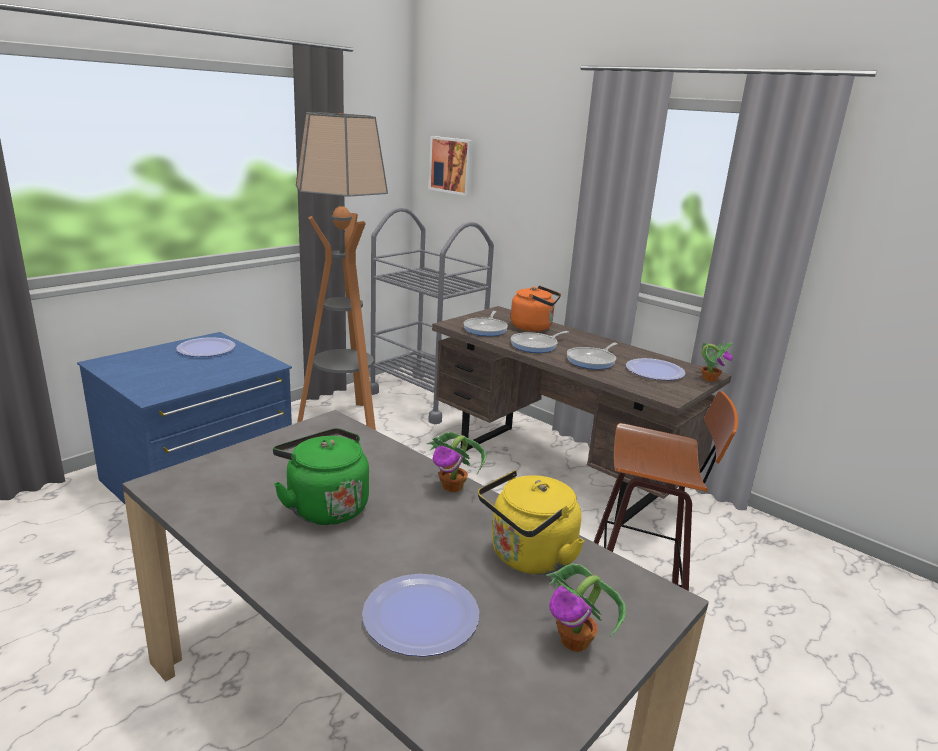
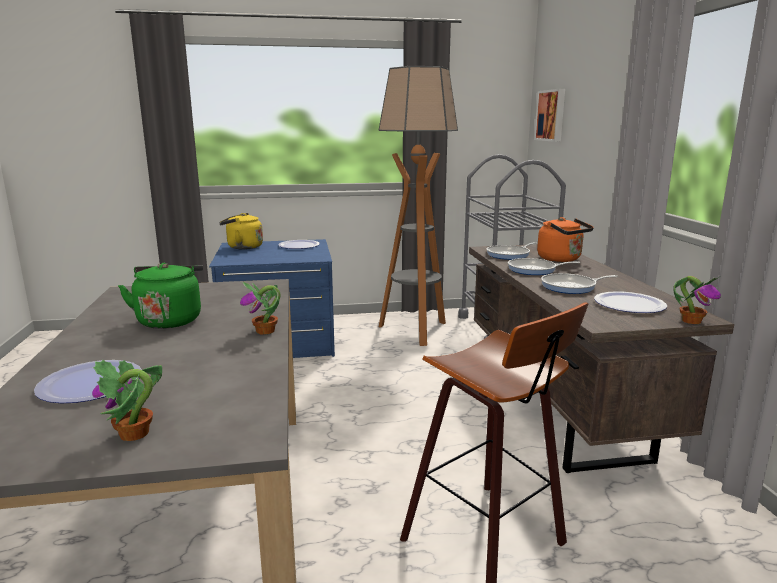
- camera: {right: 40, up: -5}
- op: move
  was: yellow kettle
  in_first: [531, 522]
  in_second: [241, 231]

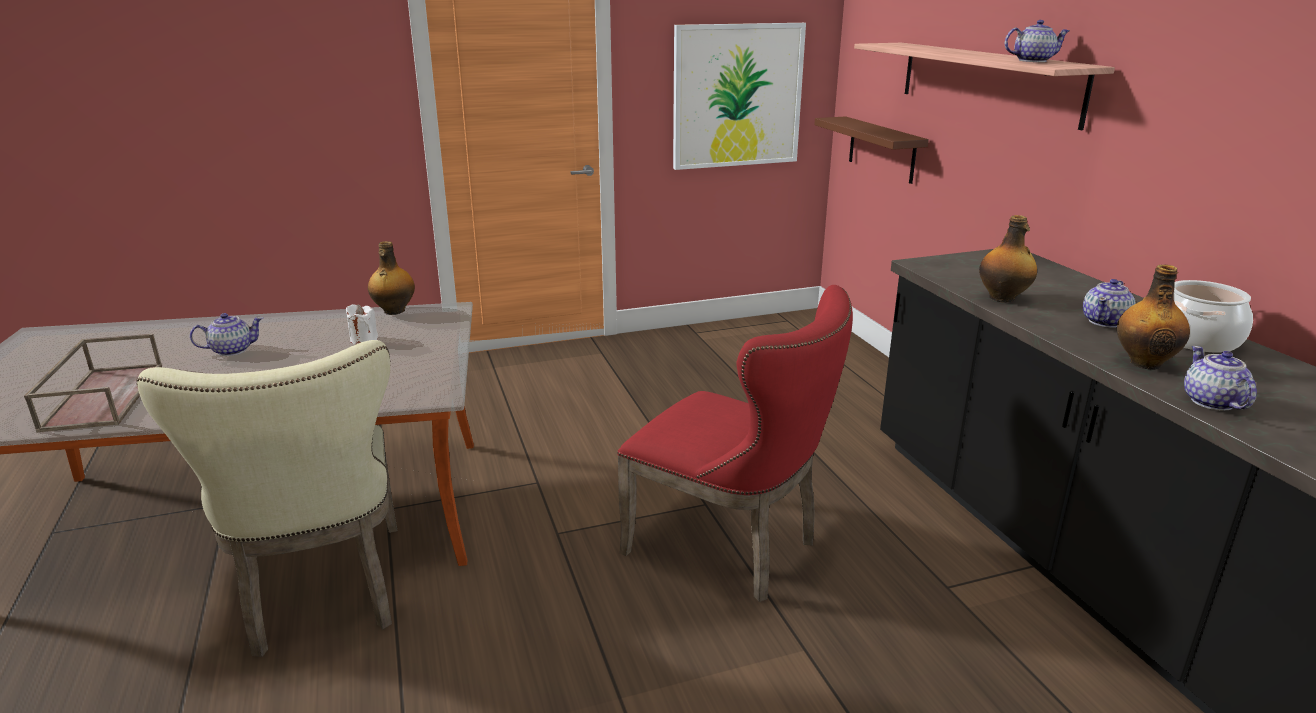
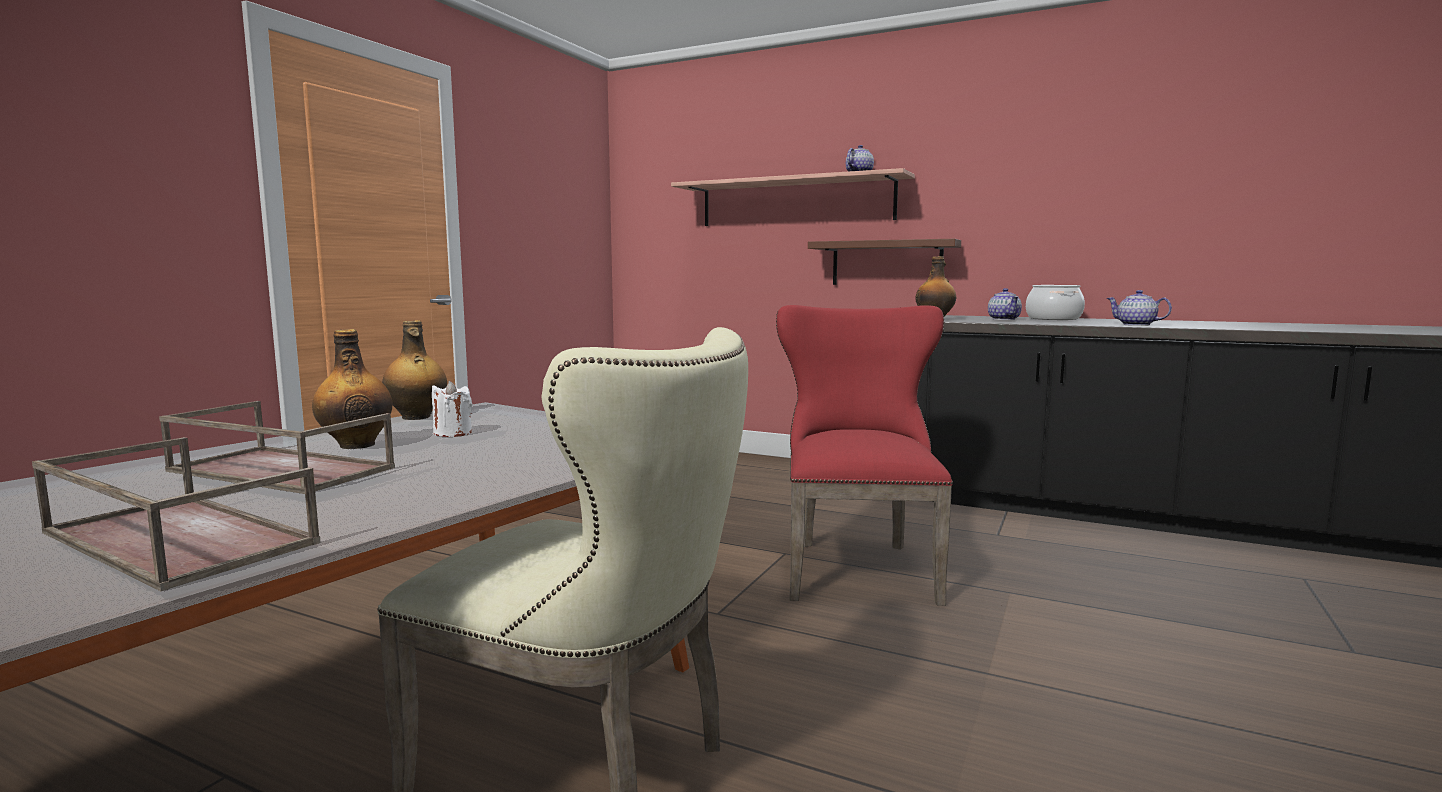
- camera: {right: -45, up: -15}
- op: replace
  was: teapot
  now: brown tray
  in_first: [226, 334]
  in_second: [277, 447]
- op: rotate
  was: red chair
  in_first: [735, 443]
  in_second: [864, 455]
  clockwise: -75
- op: delete
  was: picture
  in_first: [739, 96]
- op: move
  was: brown shelf
  in_first: [871, 150]
  in_second: [884, 262]
- op: move
  was: bottle
  in_first: [1153, 317]
  in_second: [352, 389]

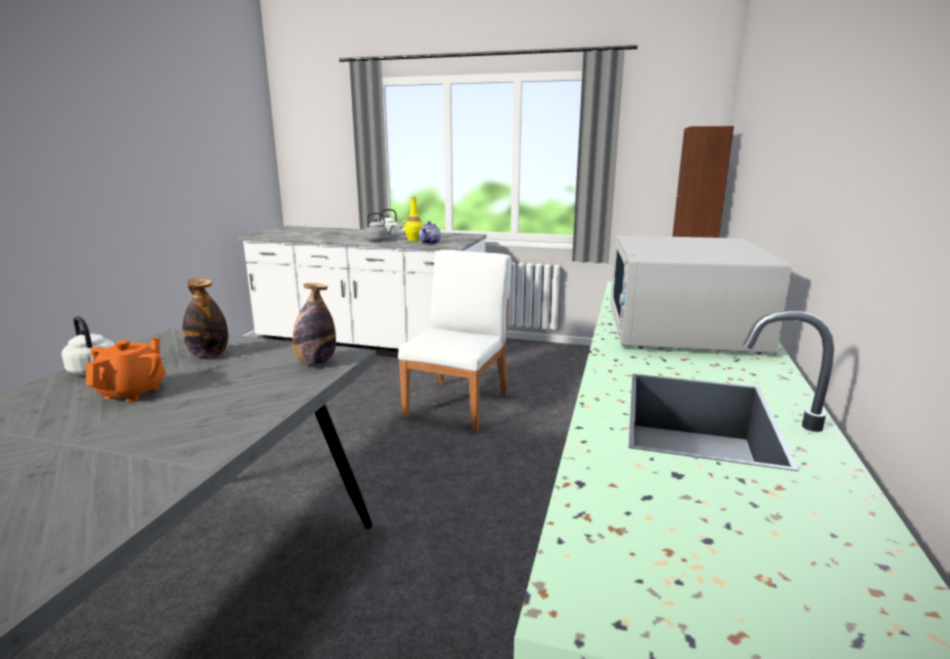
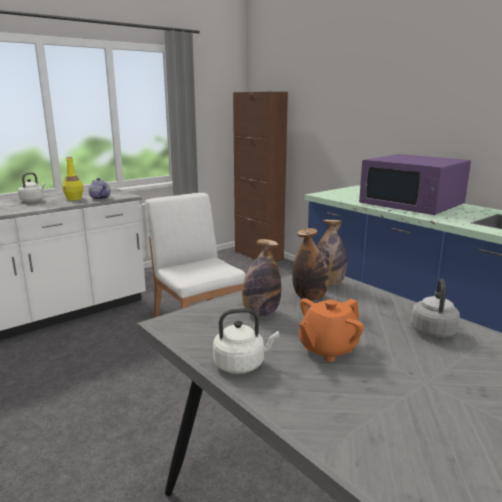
- camera: {right: -55, up: 0}
- op: rotate
  was: orange teapot
  in_first: [125, 370]
  in_second: [331, 330]
  clockwise: -90
- op: move
  was: grey kettle
  in_first: [379, 227]
  in_second: [435, 308]
- op: recolor
  was: white microwave
  now: purple microwave
  in_first: [701, 294]
  in_second: [415, 184]
- op: insert
  now: bottle
  in_second: [310, 264]

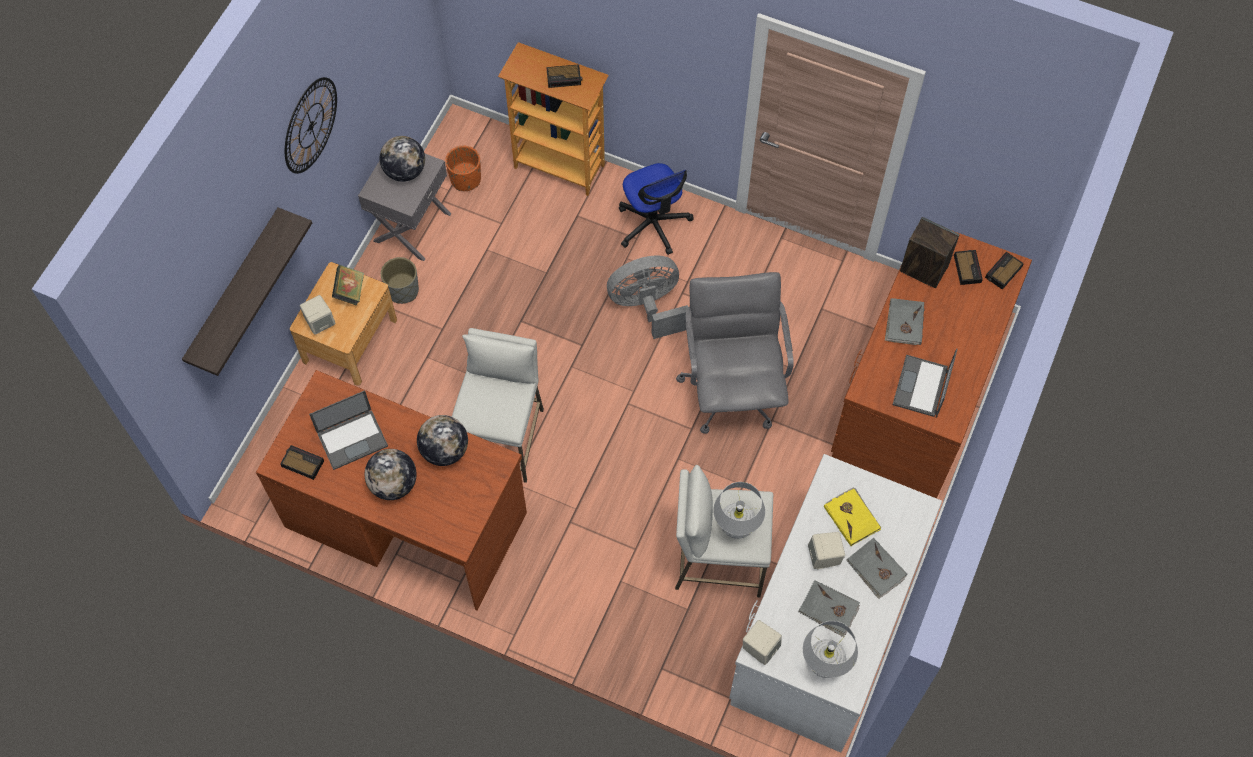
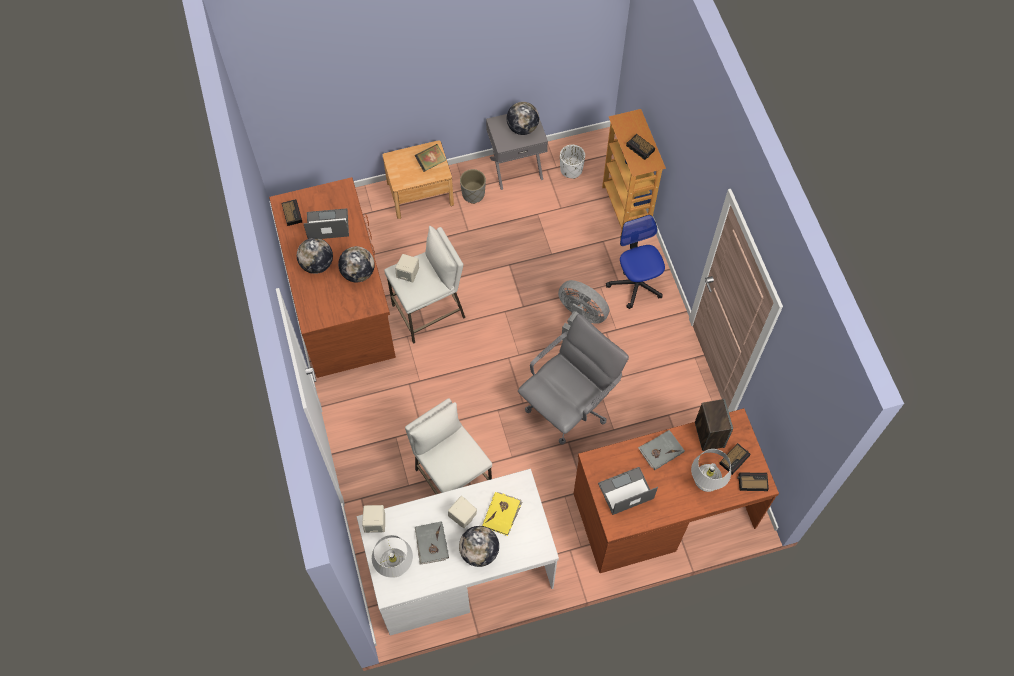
- camera: {right: 50, up: 0}
- op: delete
  was: shelf
  in_first: [247, 291]
- op: delete
  was: wall clock
  in_first: [311, 125]
- op: move
  was: beige speaker
  in_first: [317, 315]
  in_second: [407, 268]
- op: rotate
  was: laptop
  in_first: [348, 430]
  in_second: [326, 223]
  clockwise: 150
- op: recolor
  was: orange planter
  now: white planter
  in_first: [463, 168]
  in_second: [572, 162]
- op: rotate
  was: office chair
  in_first: [656, 209]
  in_second: [635, 262]
  clockwise: 135
- op: move
  was: white table lamp
  in_first: [739, 510]
  in_second: [711, 470]
- op: replace
  was: grey book
  now: globe
  in_first: [876, 568]
  in_second: [479, 546]

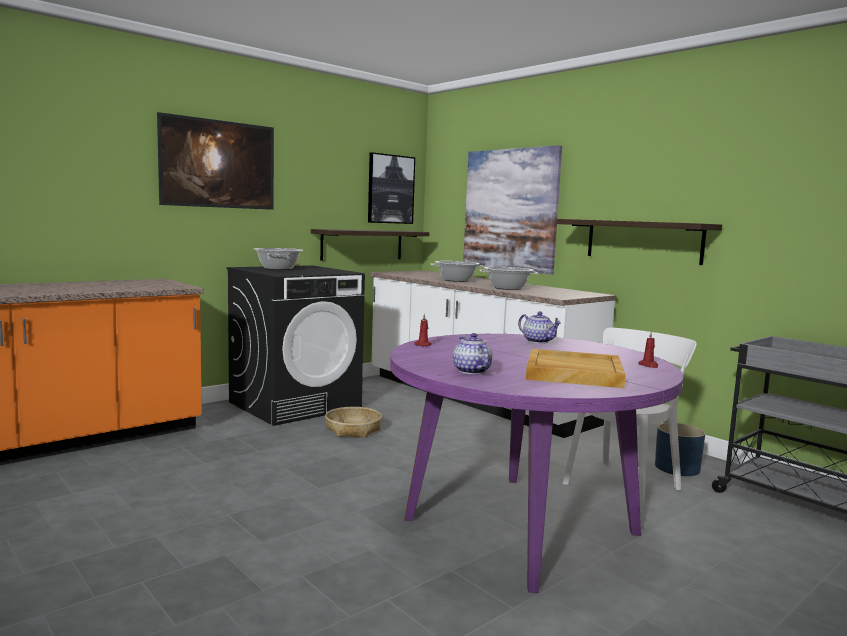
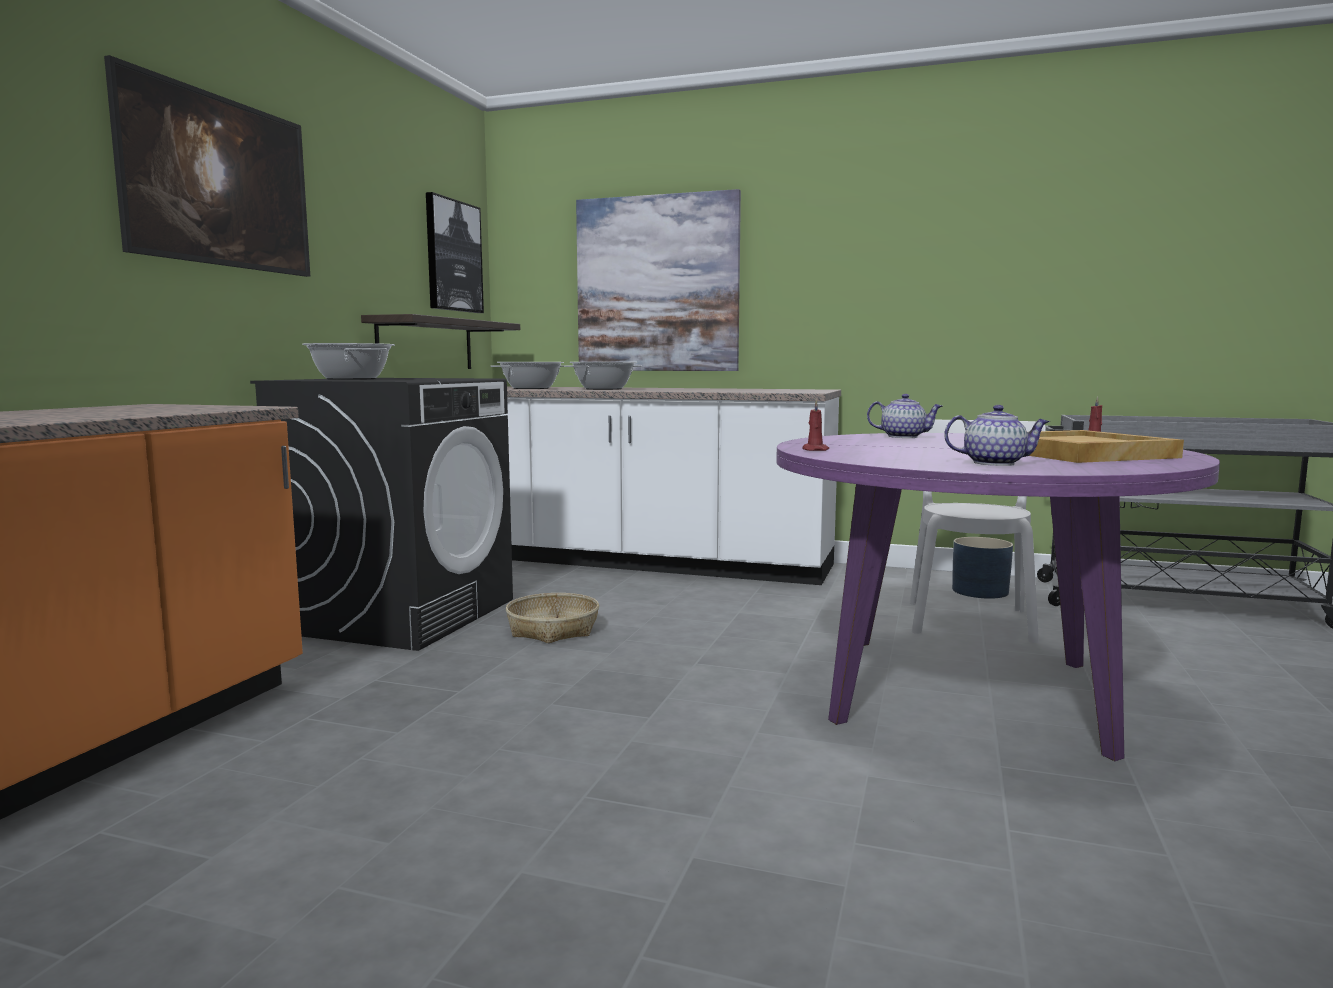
- camera: {right: -30, up: 0}
- op: rotate
  was: teapot
  in_first: [472, 353]
  in_second: [997, 435]
  clockwise: 150
- op: move
  was: cooking pot
  in_first: [509, 278]
  in_second: [530, 375]
- op: delete
  was: shelf
  in_first: [639, 242]

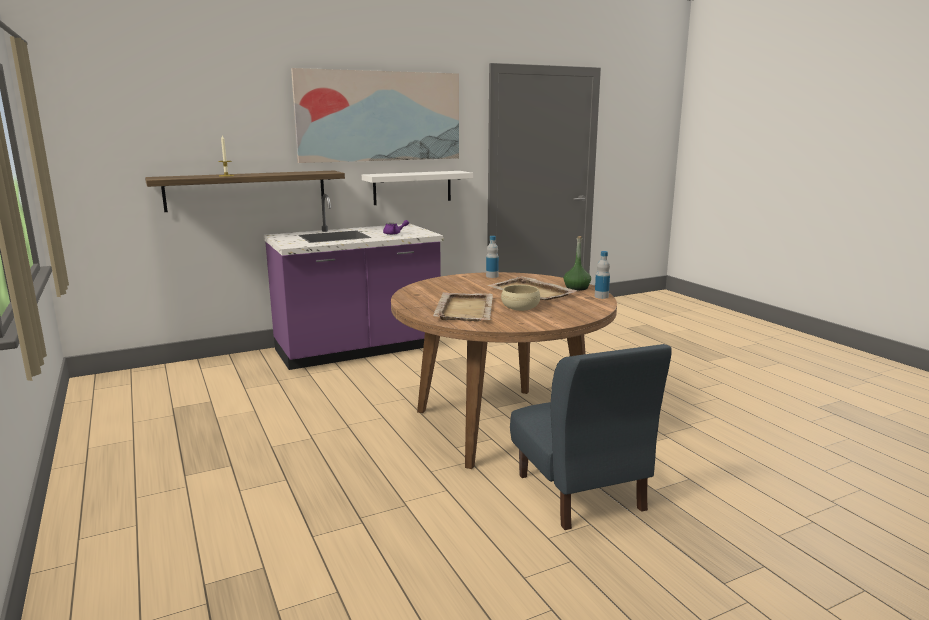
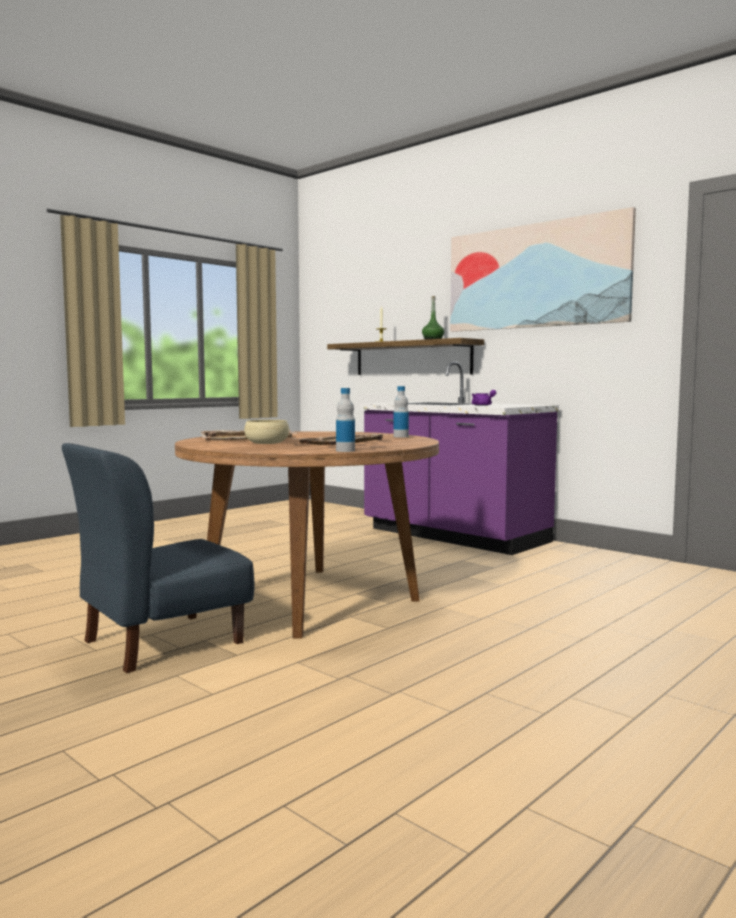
- camera: {right: 70, up: -10}
- op: delete
  was: white shelf
  in_first: [417, 188]
- op: move
  was: green bottle
  in_first: [577, 263]
  in_second: [433, 317]

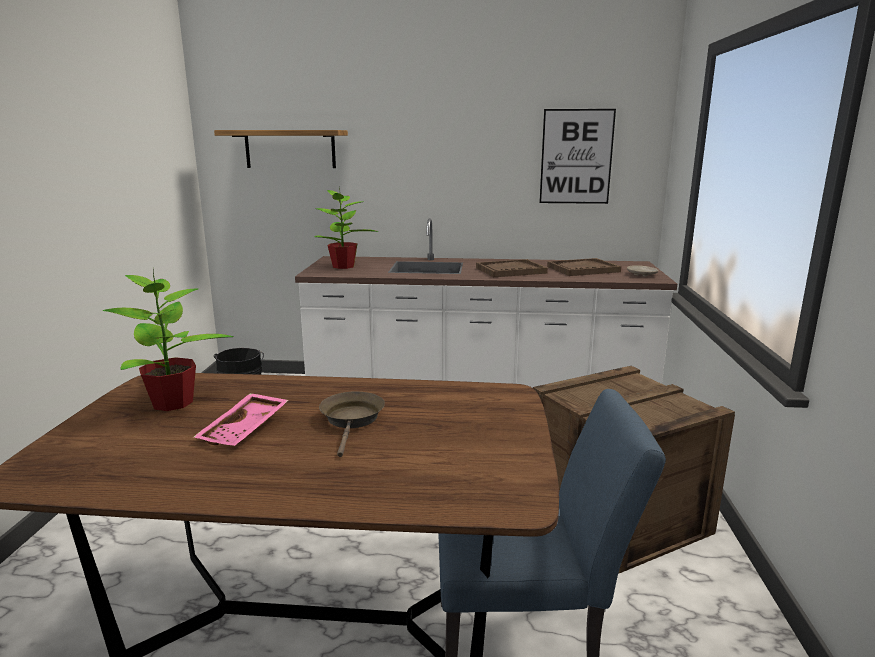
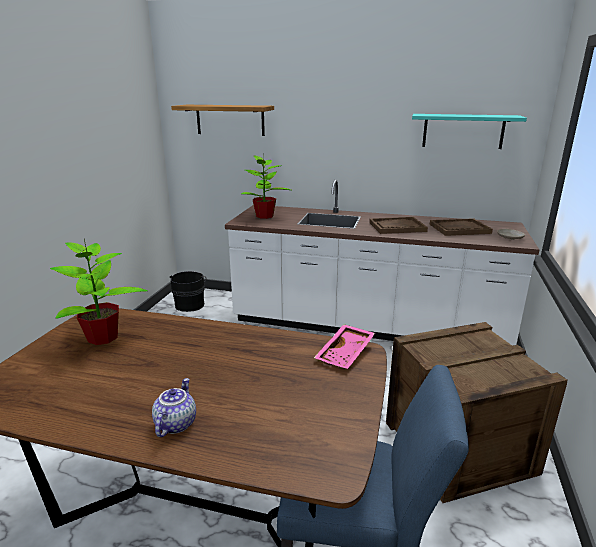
- camera: {right: 10, up: 5}
- op: move
  was: pink tray
  in_first: [241, 419]
  in_second: [344, 346]
- op: delete
  was: brown frying pan
  in_first: [352, 424]
- op: replace
  was: picture
  now: turquoise shelf
  in_first: [577, 156]
  in_second: [469, 131]
- op: insert
  now: teapot
  in_second: [174, 407]

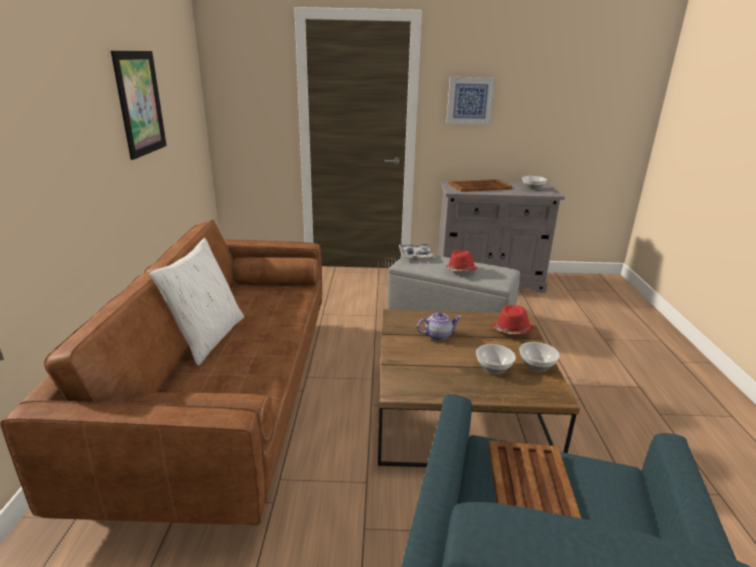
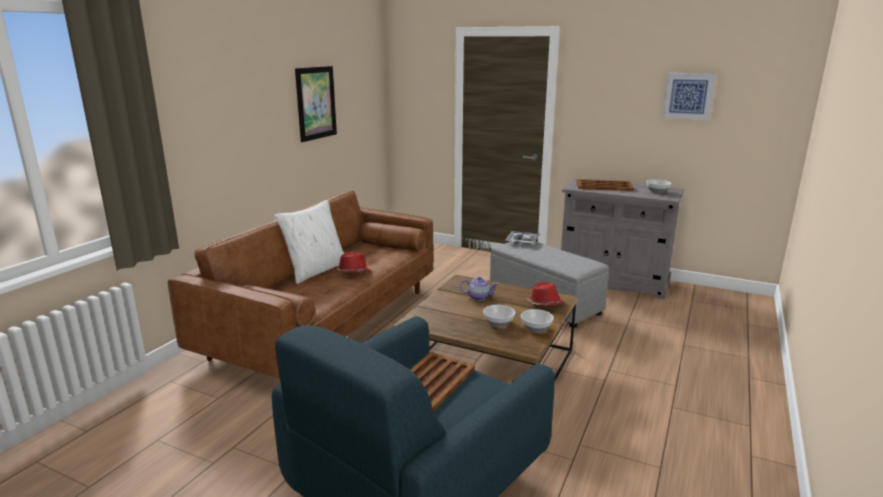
- camera: {right: 25, up: -5}
- op: move
  was: red hat
  in_first: [461, 260]
  in_second: [354, 262]
- op: move
  was: picture
  in_first: [470, 101]
  in_second: [689, 96]

